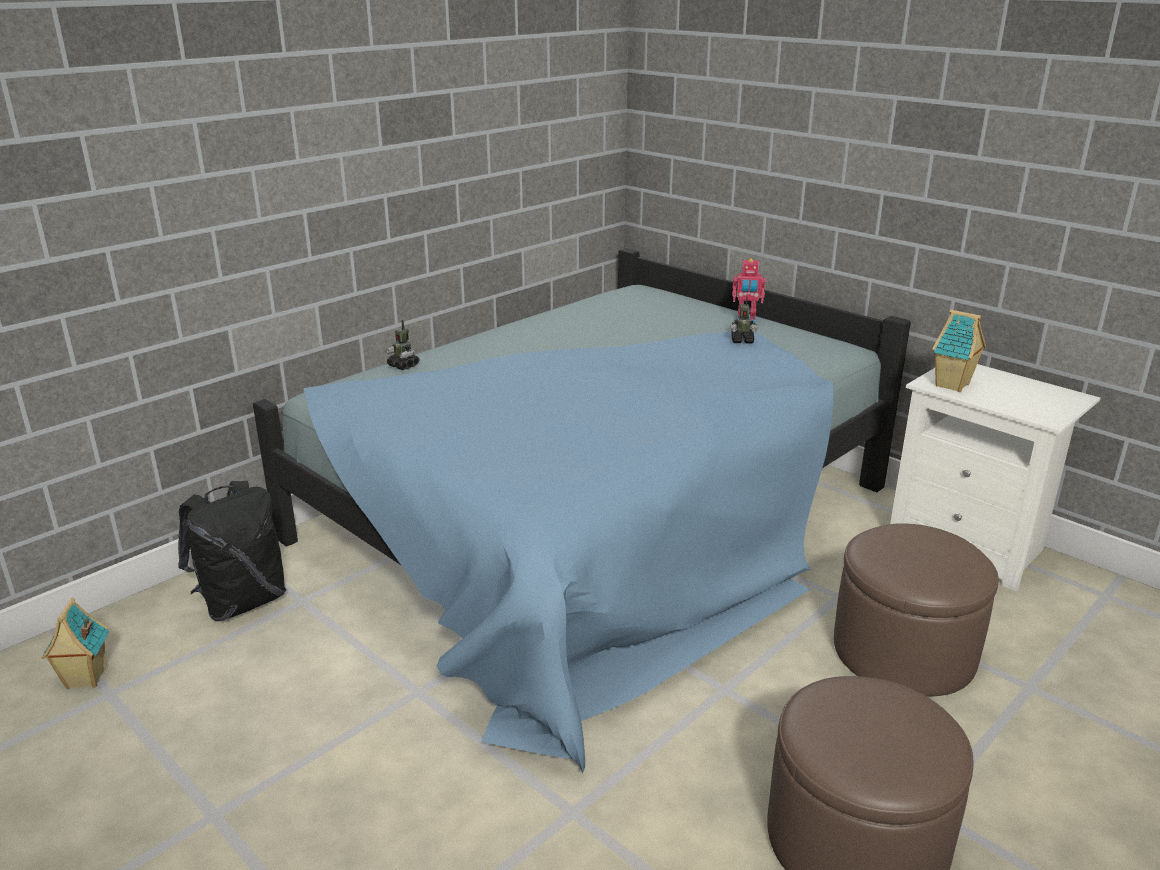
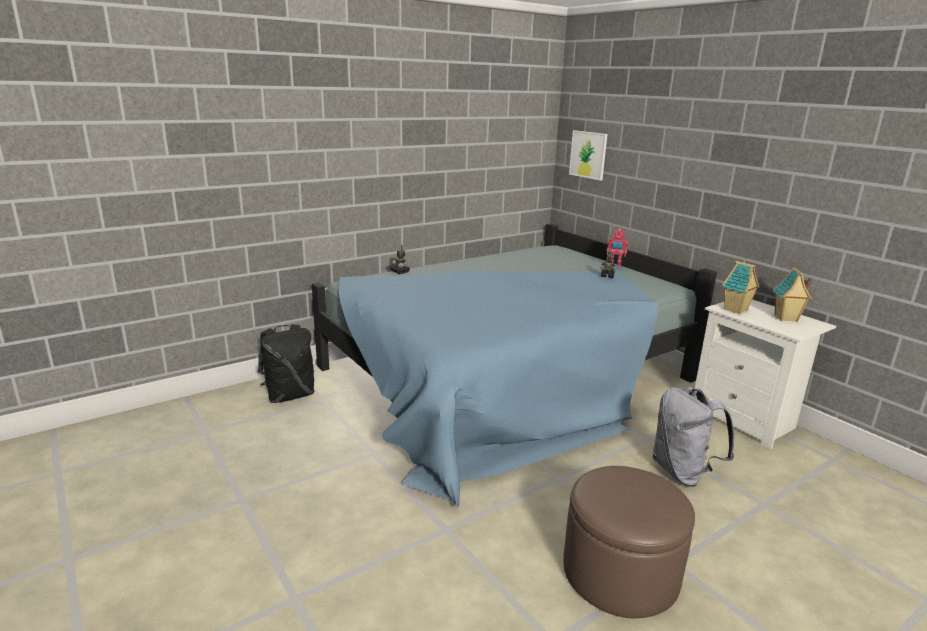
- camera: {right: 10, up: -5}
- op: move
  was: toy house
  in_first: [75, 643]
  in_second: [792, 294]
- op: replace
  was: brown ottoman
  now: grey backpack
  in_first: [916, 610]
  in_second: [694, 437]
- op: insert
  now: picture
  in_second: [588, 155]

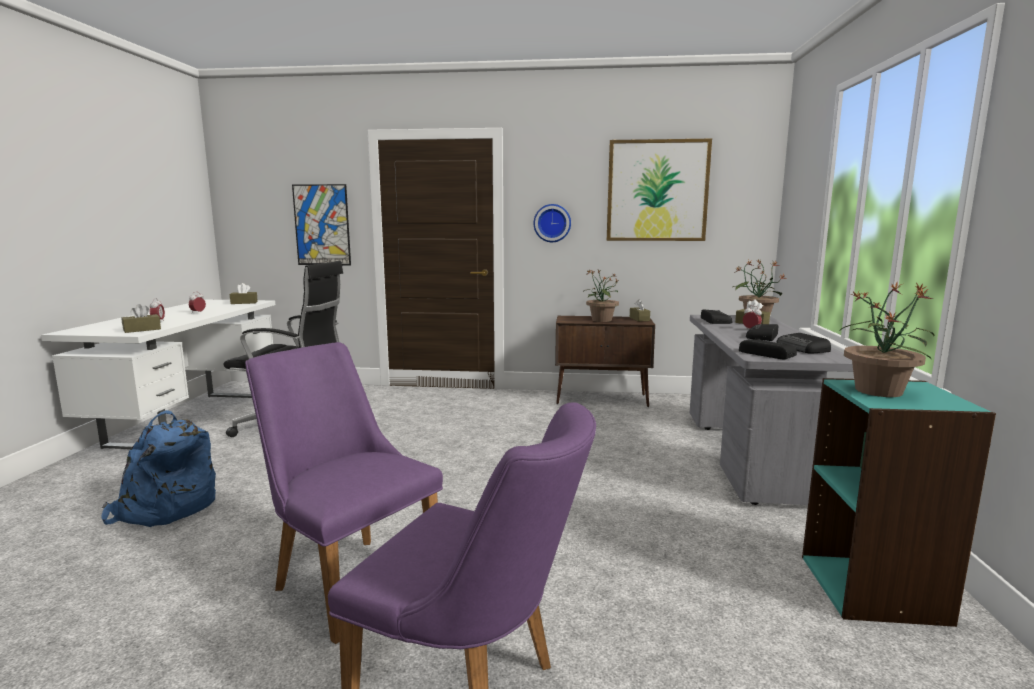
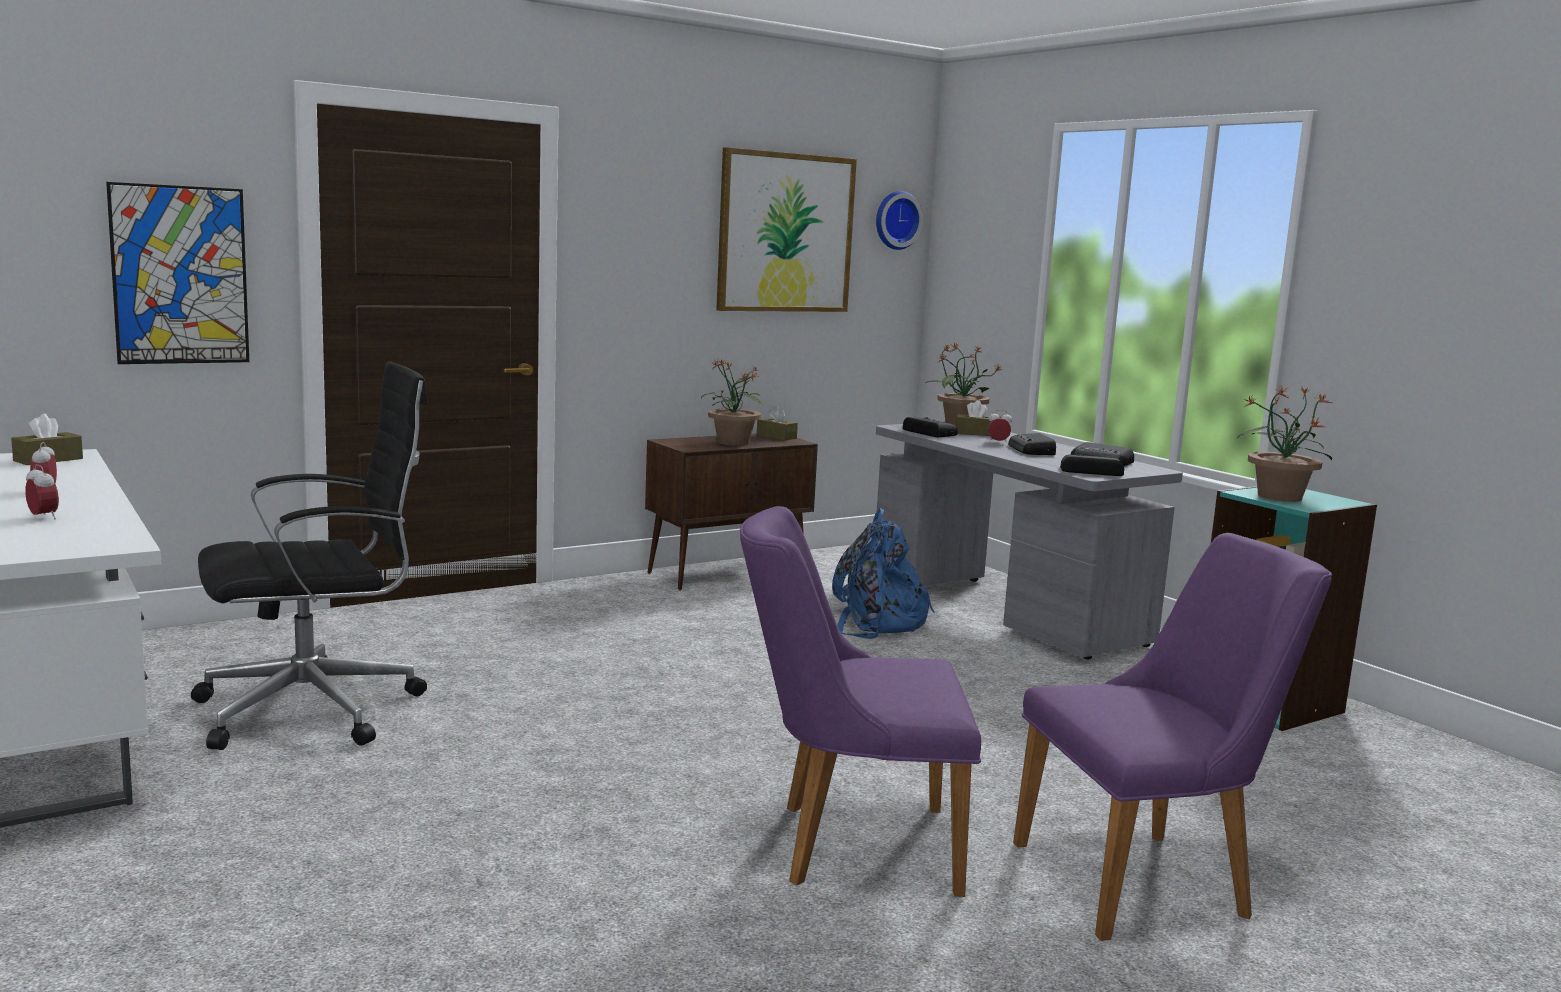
- camera: {right: -40, up: 0}
- op: move
  was: blue backpack
  in_first: [158, 468]
  in_second: [883, 573]
- op: delete
  was: brown tissue box
  in_first: [141, 318]
- op: move
  was: wall clock
  in_first: [552, 223]
  in_second: [899, 220]

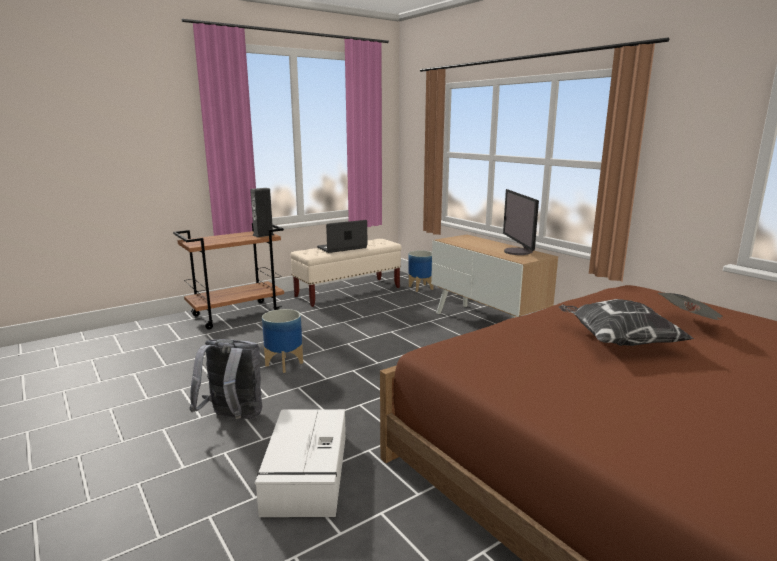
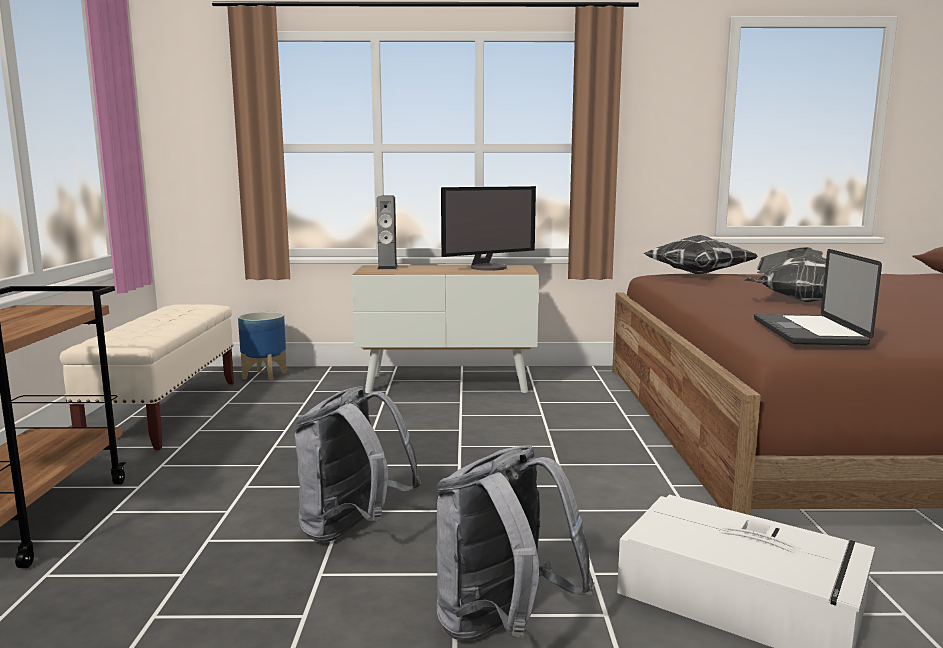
- camera: {right: -55, up: -5}
- op: move
  was: speaker
  in_first: [262, 212]
  in_second: [387, 232]
- op: replace
  was: planter
  now: grey backpack
  in_first: [282, 341]
  in_second: [358, 464]
- op: move
  was: laptop
  in_first: [342, 236]
  in_second: [818, 297]
- op: rotate
  was: monitor
  in_first: [521, 222]
  in_second: [488, 228]
  clockwise: -60
- op: insert
  now: pillow
  in_second: [701, 254]

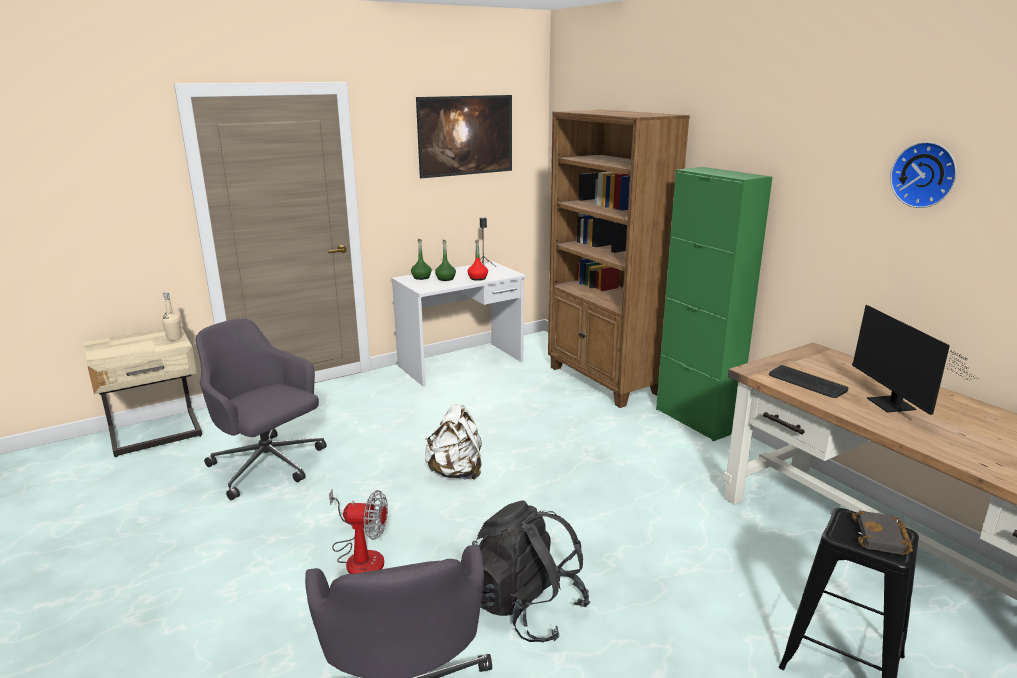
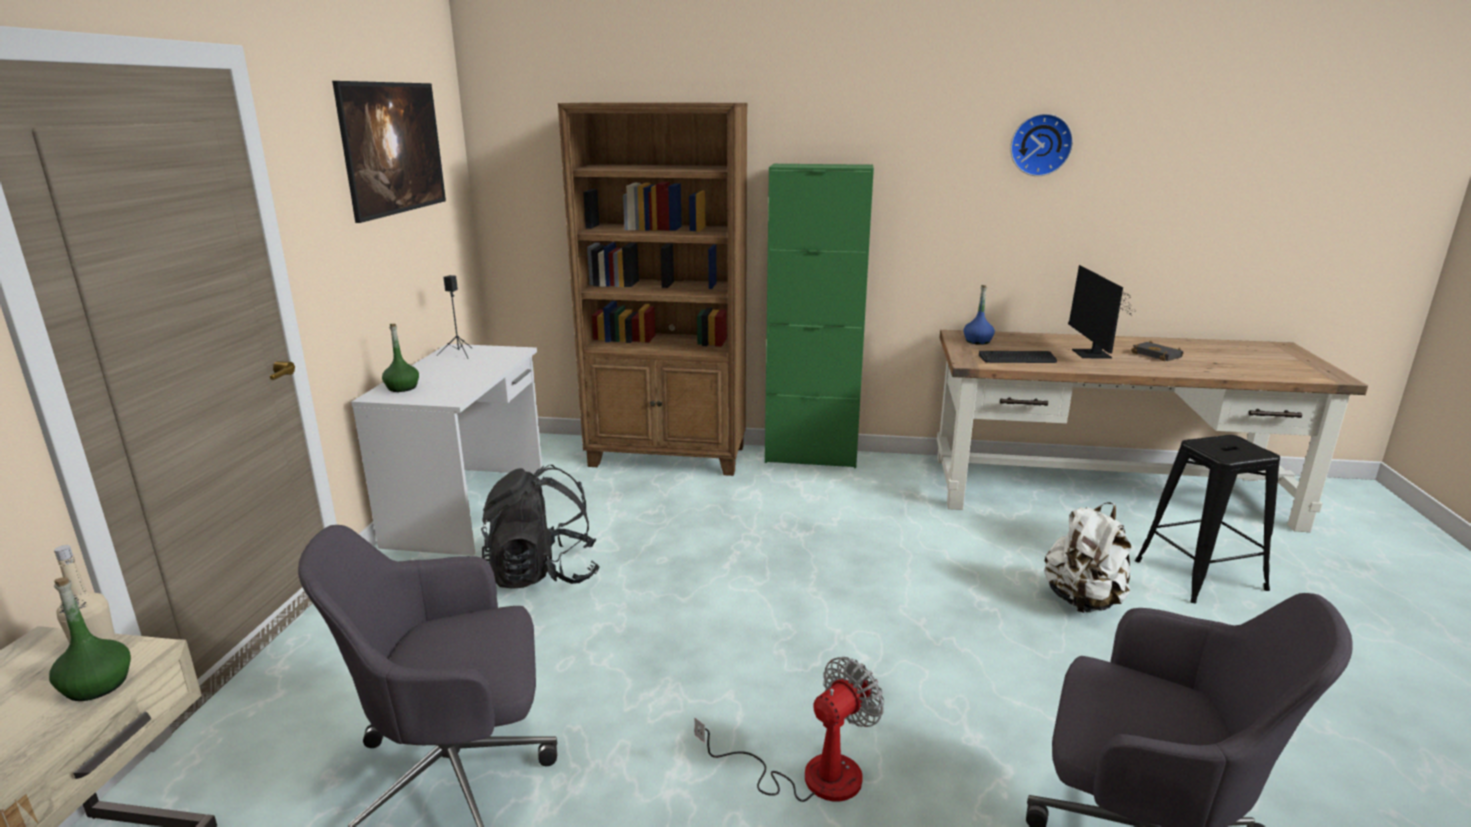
- camera: {right: -50, up: 0}
- op: move
  was: white backpack
  in_first: [453, 442]
  in_second: [1087, 558]
- op: move
  was: green bottle
  in_first: [445, 260]
  in_second: [90, 639]
- op: delete
  was: red bottle
  in_first: [477, 260]
- op: move
  was: black backpack
  in_first: [531, 571]
  in_second: [540, 527]
- op: rotate
  was: monitor
  in_first: [914, 360]
  in_second: [1100, 311]
  clockwise: 60
- op: move
  was: black book
  in_first: [882, 533]
  in_second: [1157, 351]
- op: insert
  now: blue bottle
  in_second: [979, 315]

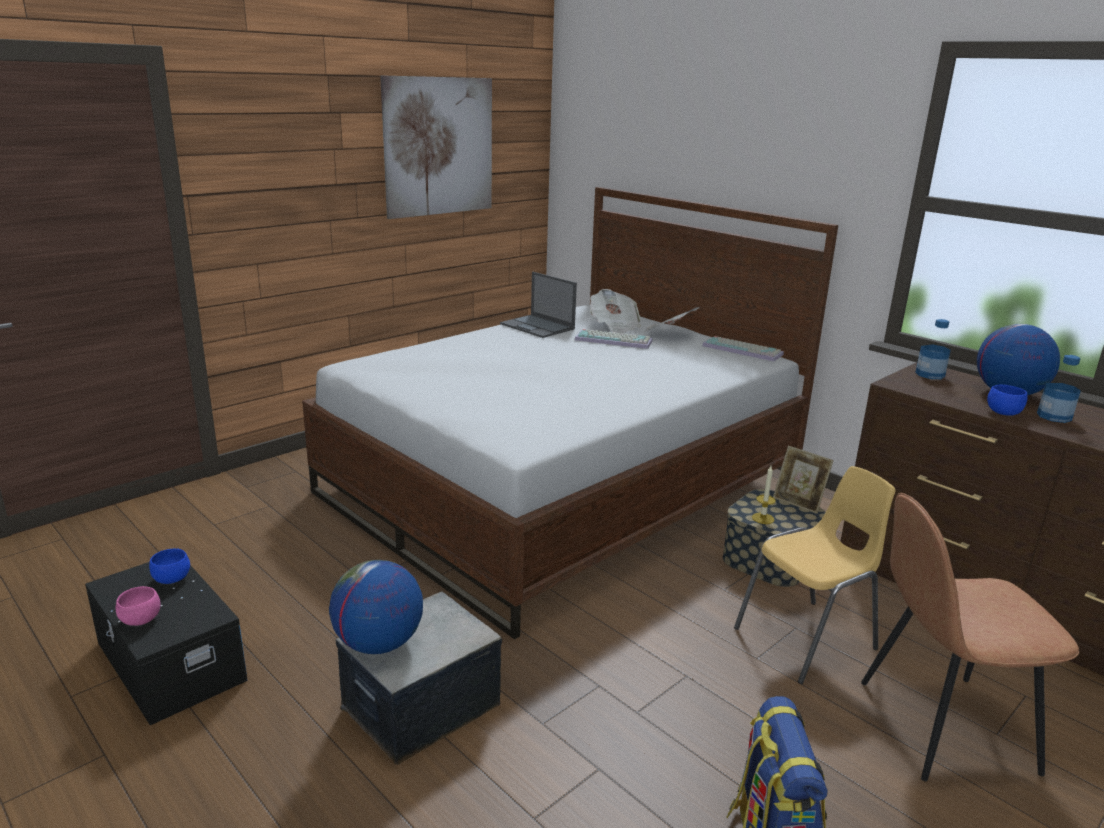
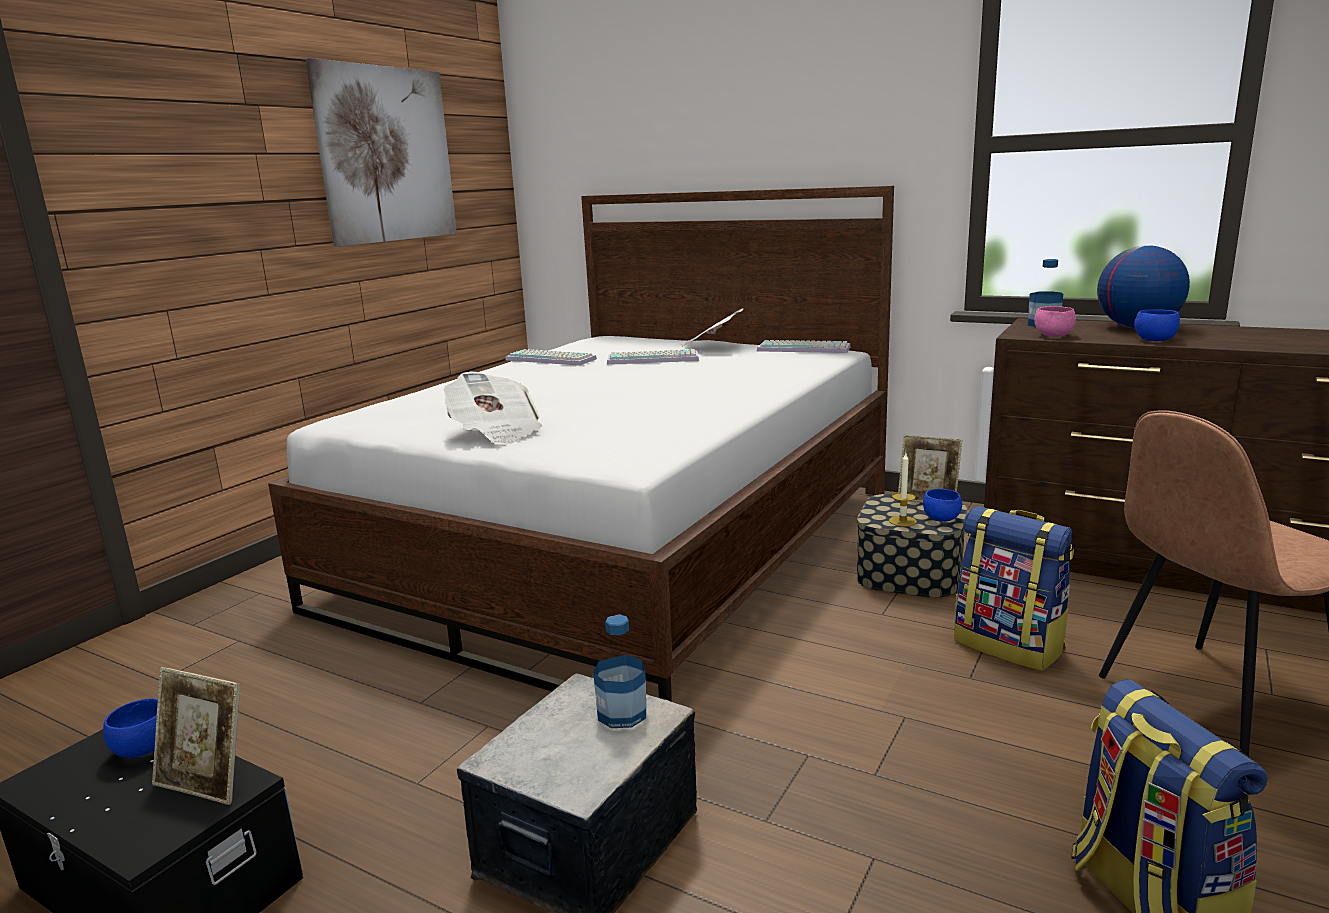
- camera: {right: -15, up: -5}
- op: move
  was: pink bowl
  in_first: [138, 606]
  in_second: [1055, 321]
- op: delete
  was: globe
  in_first: [376, 607]
- op: replace
  was: laptop
  now: keyboard
  in_first: [538, 305]
  in_second: [551, 357]
- op: move
  was: newspaper
  in_first: [615, 311]
  in_second: [493, 409]
- op: replace
  was: yellow chair
  now: backpack
  in_first: [814, 575]
  in_second: [1014, 588]
- op: move
  was: bottle
  in_first: [1059, 389]
  in_second: [619, 671]
- op: insert
  now: picture frame
  in_second: [196, 736]
- op: insert
  now: blue bowl
  in_second: [942, 505]

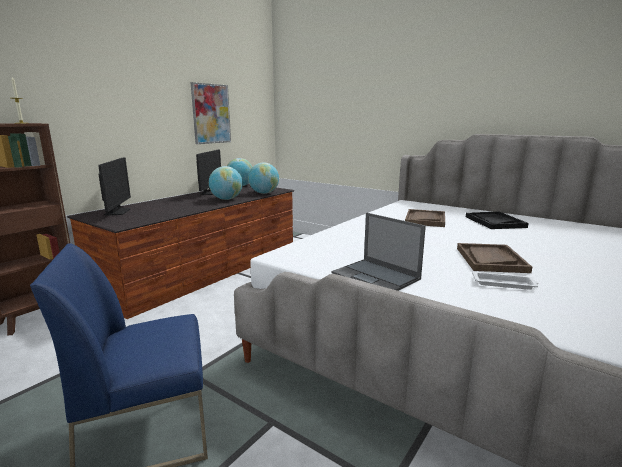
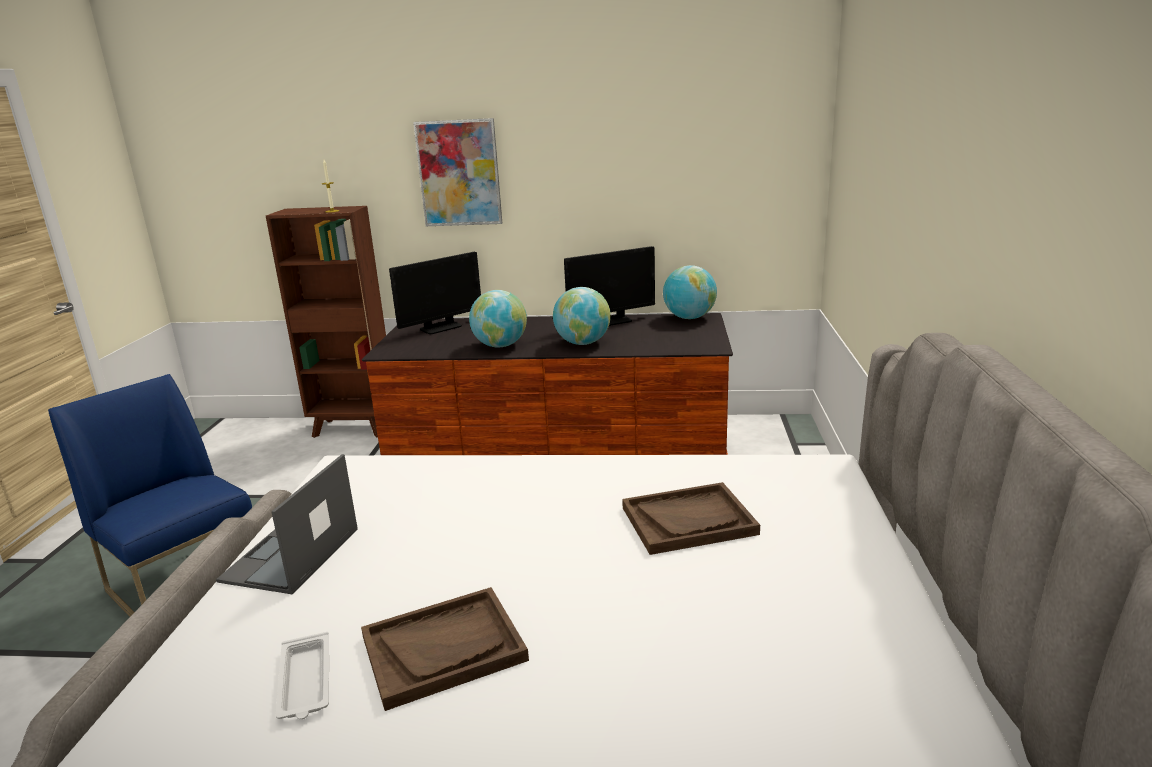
- camera: {right: 60, up: 5}
- op: move
  was: picture
  in_first: [211, 113]
  in_second: [457, 172]
- op: move
  was: globe
  in_first: [263, 178]
  in_second: [498, 318]
- op: delete
  was: black tray
  in_first: [497, 220]

